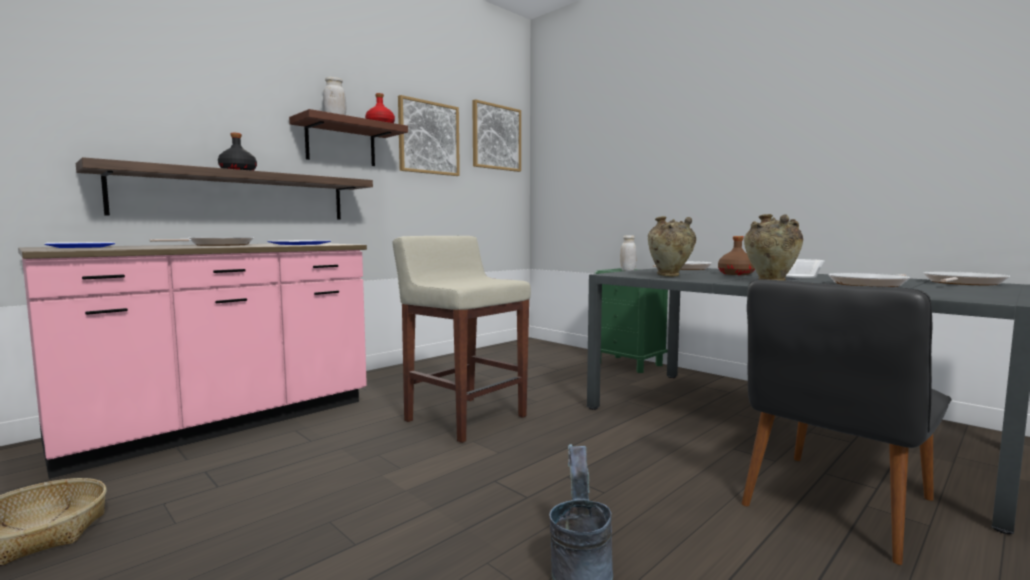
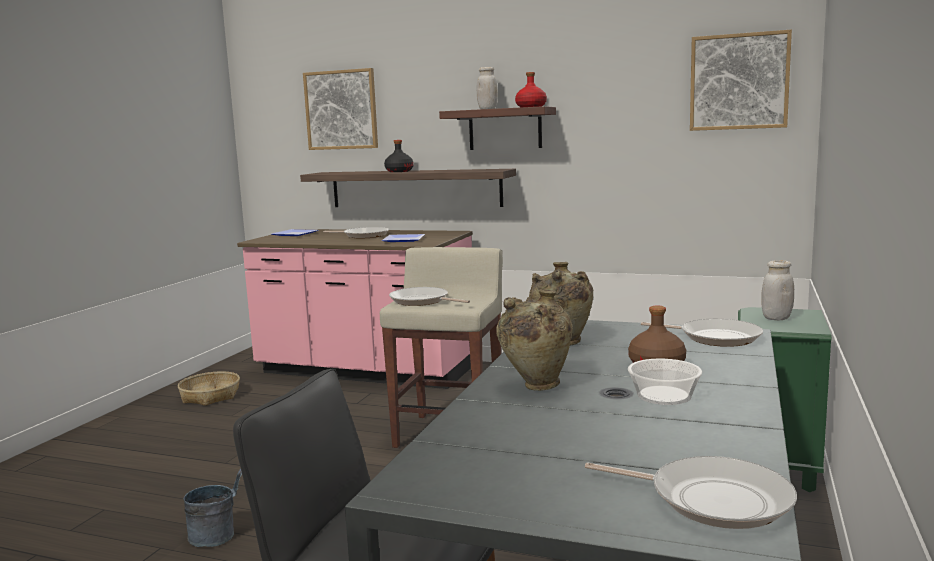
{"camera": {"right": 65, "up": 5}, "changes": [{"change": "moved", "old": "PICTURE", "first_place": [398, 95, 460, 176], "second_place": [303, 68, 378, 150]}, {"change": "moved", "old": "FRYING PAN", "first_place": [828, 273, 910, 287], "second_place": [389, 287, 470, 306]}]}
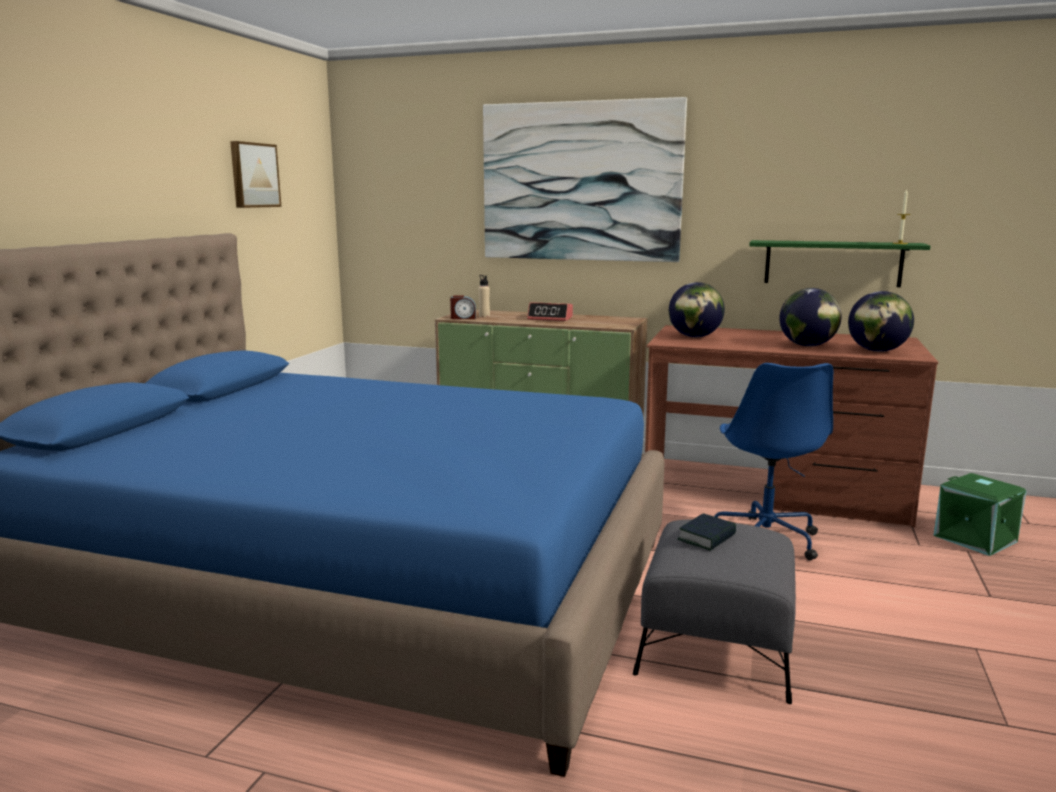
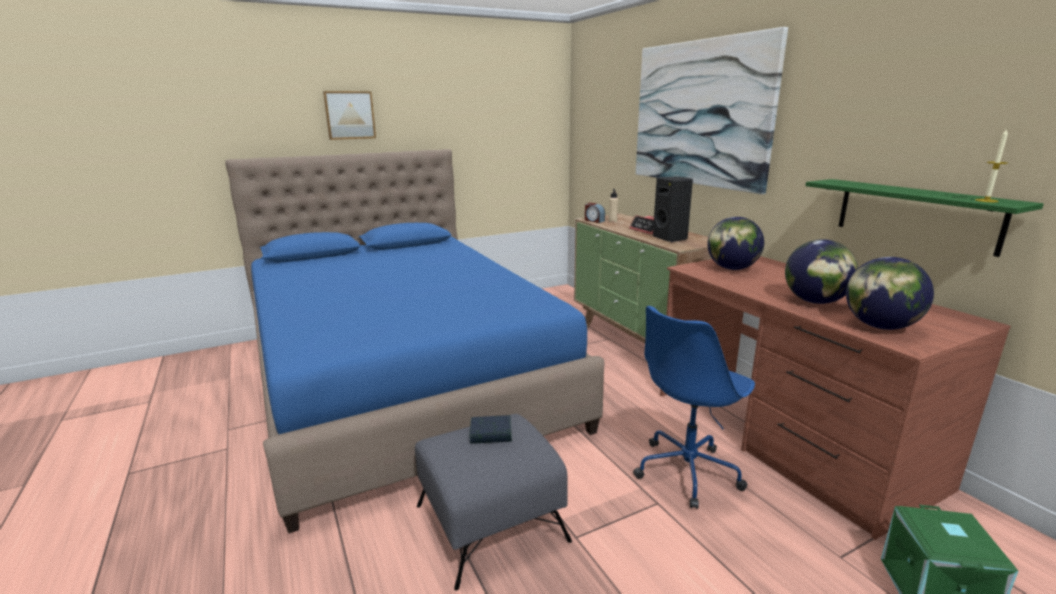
{"camera": {"right": 45, "up": 5}, "changes": [{"change": "added", "new": "BLACK SPEAKER", "second_place": [653, 177, 693, 242]}, {"change": "moved", "old": "PICTURE", "first_place": [230, 141, 281, 208], "second_place": [323, 91, 376, 140]}]}
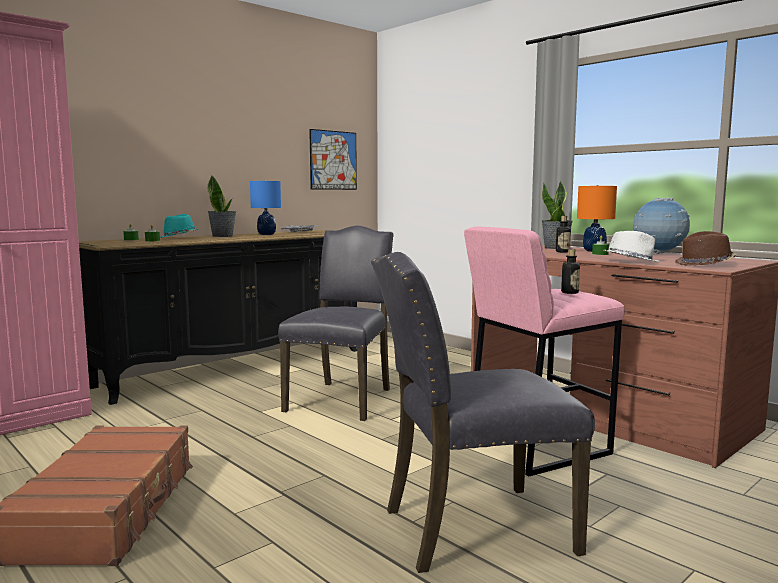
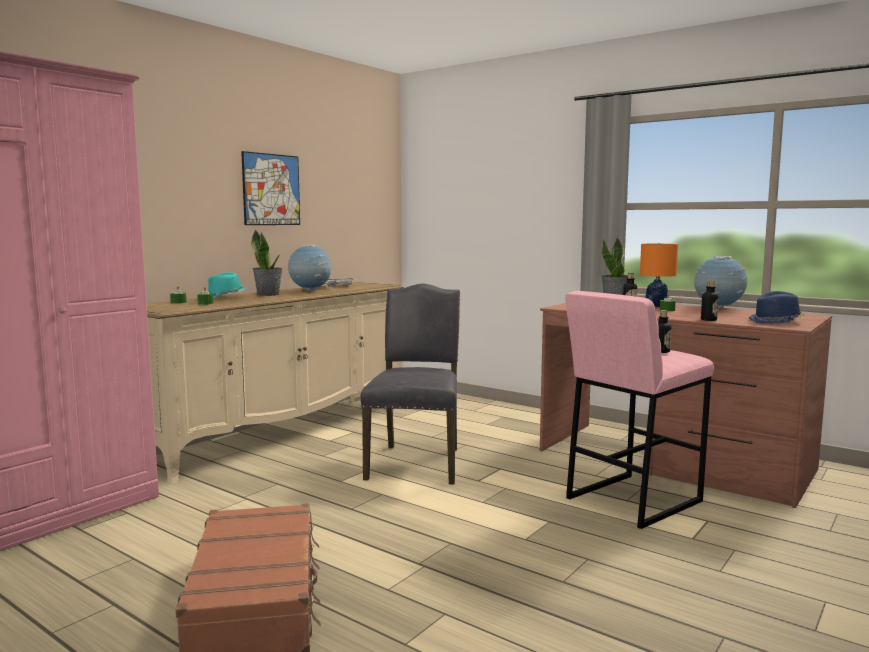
{"camera": {"right": -10, "up": 0}, "changes": [{"change": "removed", "old": "GREY CHAIR", "first_place": [371, 252, 595, 573]}, {"change": "moved", "old": "PICTURE", "first_place": [309, 129, 357, 190], "second_place": [241, 151, 300, 225]}, {"change": "replaced", "old": "BLUE TABLE LAMP", "new": "GLOBE", "first_place": [250, 180, 281, 235], "second_place": [287, 245, 332, 291]}, {"change": "replaced", "old": "WHITE HAT", "new": "BOTTLE", "first_place": [603, 231, 659, 262], "second_place": [701, 280, 719, 321]}, {"change": "recoloured", "old": "BLACK DRESSER", "new": "BEIGE DRESSER", "first_place": [79, 230, 357, 405], "second_place": [147, 282, 403, 484]}, {"change": "recoloured", "old": "BROWN HAT", "new": "BLUE HAT", "first_place": [675, 231, 736, 266], "second_place": [749, 291, 804, 324]}]}
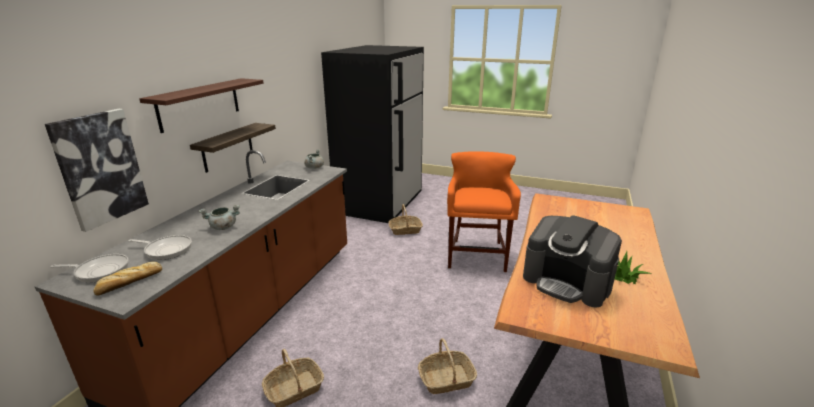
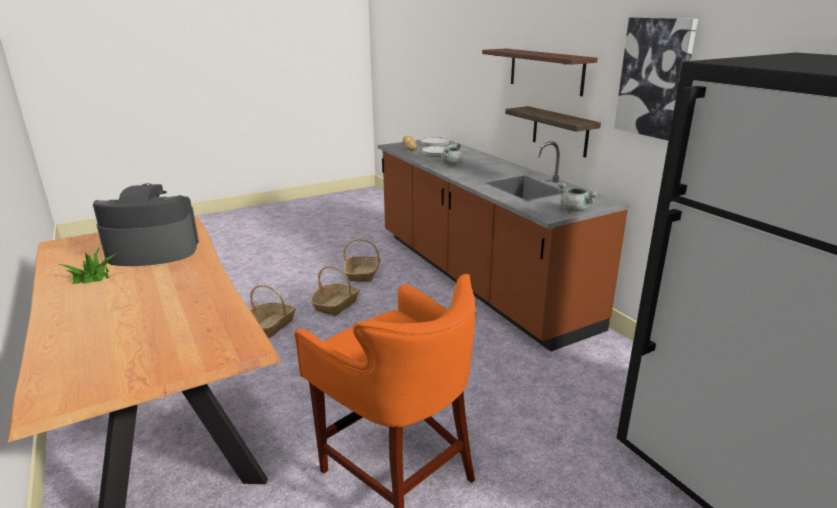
{"camera": {"right": 130, "up": 0}, "changes": [{"change": "moved", "old": "PICTURE", "first_place": [45, 109, 149, 232], "second_place": [614, 17, 698, 141]}, {"change": "moved", "old": "BASKET", "first_place": [388, 204, 423, 235], "second_place": [310, 266, 360, 316]}]}
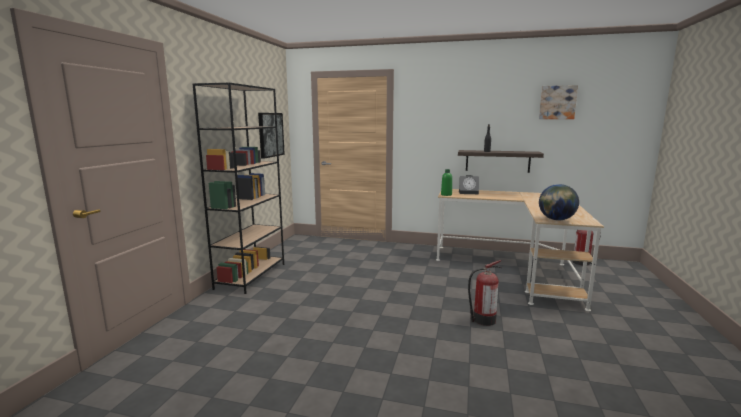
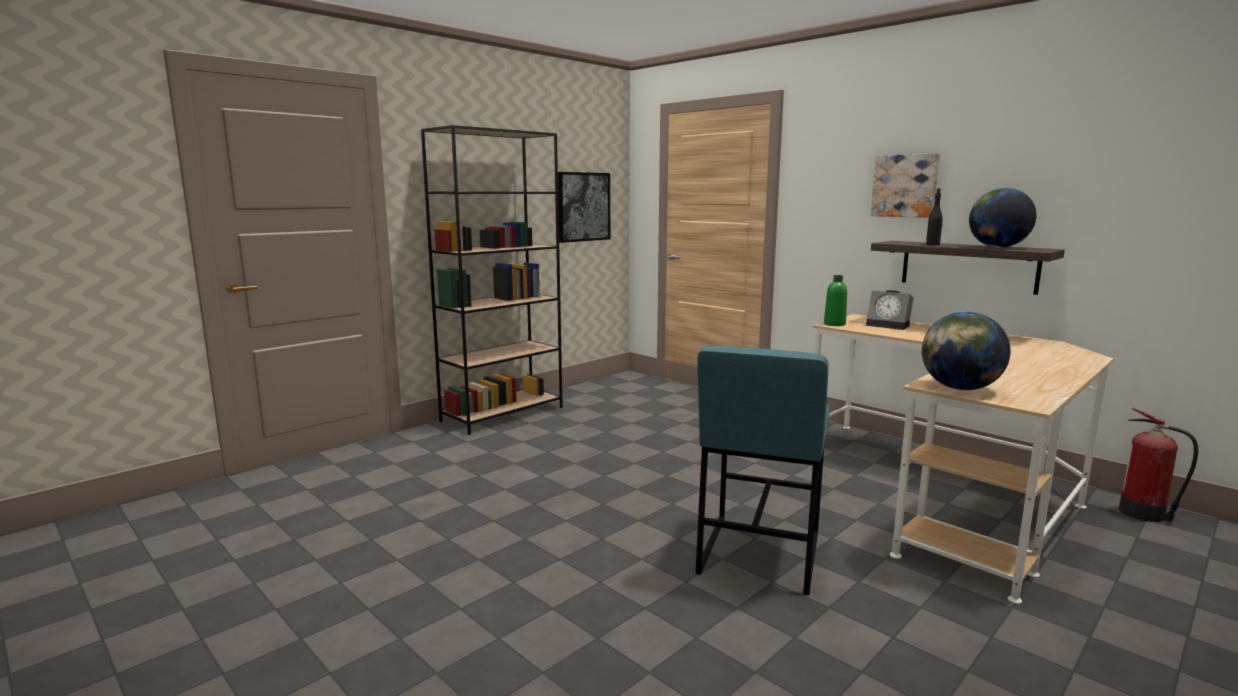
{"camera": {"right": 30, "up": 0}, "changes": [{"change": "added", "new": "GLOBE", "second_place": [969, 188, 1037, 248]}, {"change": "moved", "old": "PICTURE", "first_place": [539, 85, 578, 119], "second_place": [871, 153, 940, 218]}, {"change": "replaced", "old": "FIRE EXTINGUISHER", "new": "BLUE STOOL", "first_place": [468, 260, 502, 326], "second_place": [696, 345, 829, 595]}]}
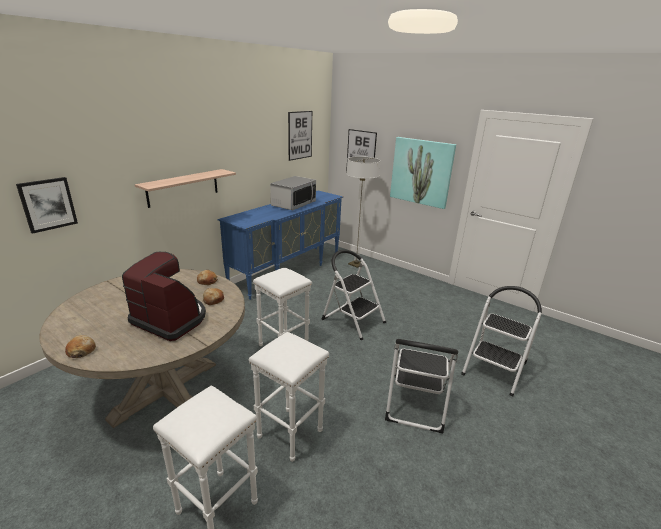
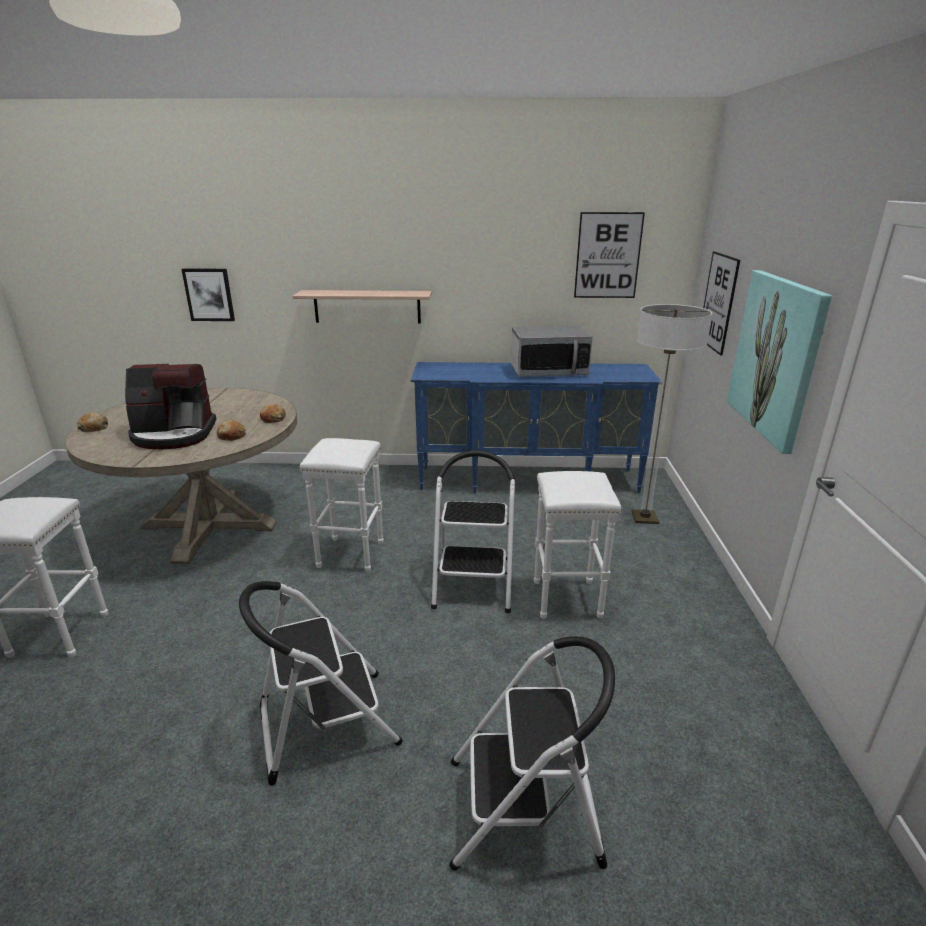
{"camera": {"right": 55, "up": 0}, "changes": [{"change": "moved", "old": "WHITE STOOL", "first_place": [249, 332, 329, 462], "second_place": [534, 471, 621, 619]}, {"change": "turned", "old": "COFFEE MACHINE", "first_place": [122, 252, 206, 341], "second_place": [125, 364, 217, 449], "degrees": 90}]}
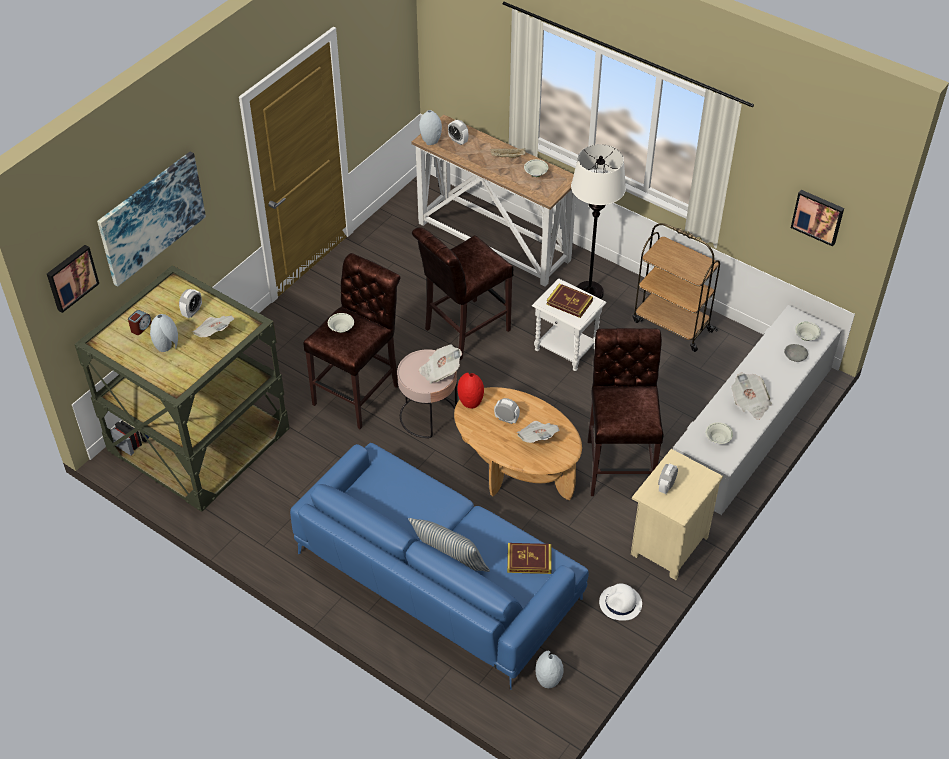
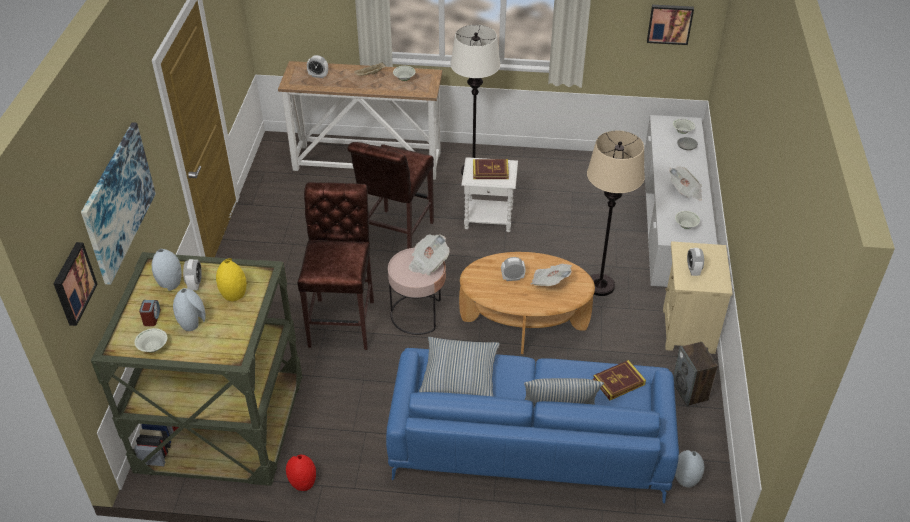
{"camera": {"right": -30, "up": -5}, "changes": [{"change": "removed", "old": "BROWN CART", "first_place": [632, 223, 720, 352]}, {"change": "added", "new": "PILLOW", "second_place": [419, 337, 500, 396]}, {"change": "moved", "old": "WHITE BOWL", "first_place": [328, 313, 354, 333], "second_place": [135, 328, 167, 353]}, {"change": "moved", "old": "GREY VASE", "first_place": [419, 110, 442, 145], "second_place": [152, 249, 182, 291]}, {"change": "moved", "old": "RED VASE", "first_place": [457, 373, 484, 408], "second_place": [286, 455, 316, 491]}, {"change": "replaced", "old": "NEWSPAPER", "new": "YELLOW VASE", "first_place": [193, 315, 235, 337], "second_place": [216, 258, 247, 301]}, {"change": "replaced", "old": "BROWN STOOL", "new": "BEIGE FLOOR LAMP", "first_place": [587, 328, 664, 496], "second_place": [587, 131, 645, 296]}, {"change": "replaced", "old": "WHITE HAT", "new": "SPEAKER", "first_place": [599, 584, 642, 621], "second_place": [673, 342, 718, 406]}]}
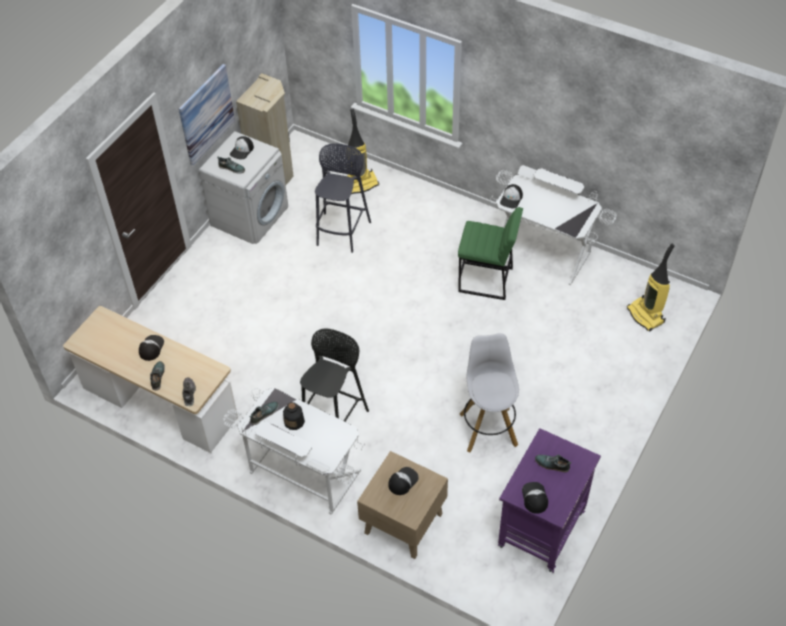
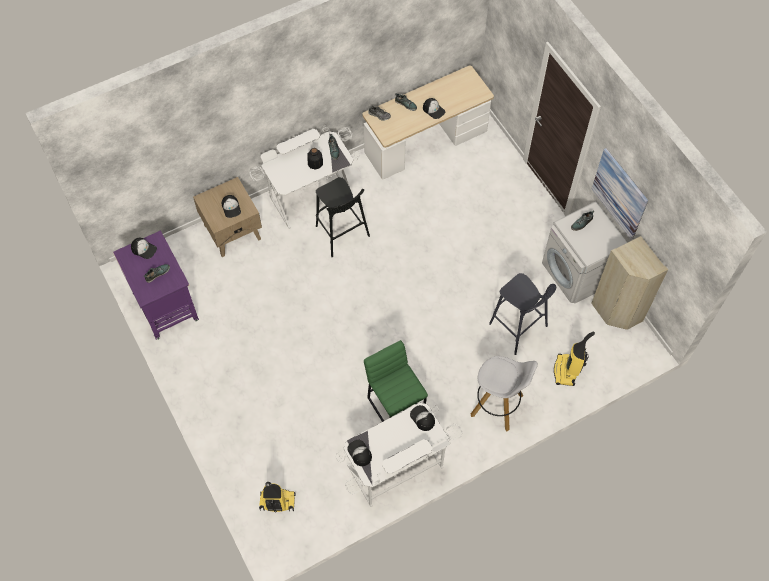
{"camera": {"right": 120, "up": 10}, "changes": [{"change": "moved", "old": "CAP", "first_place": [230, 136, 254, 159], "second_place": [347, 440, 372, 466]}, {"change": "moved", "old": "WHITE STOOL", "first_place": [460, 333, 519, 452], "second_place": [471, 356, 538, 431]}, {"change": "turned", "old": "GREEN CHAIR", "first_place": [458, 207, 523, 300], "second_place": [364, 340, 428, 422], "degrees": 105}]}
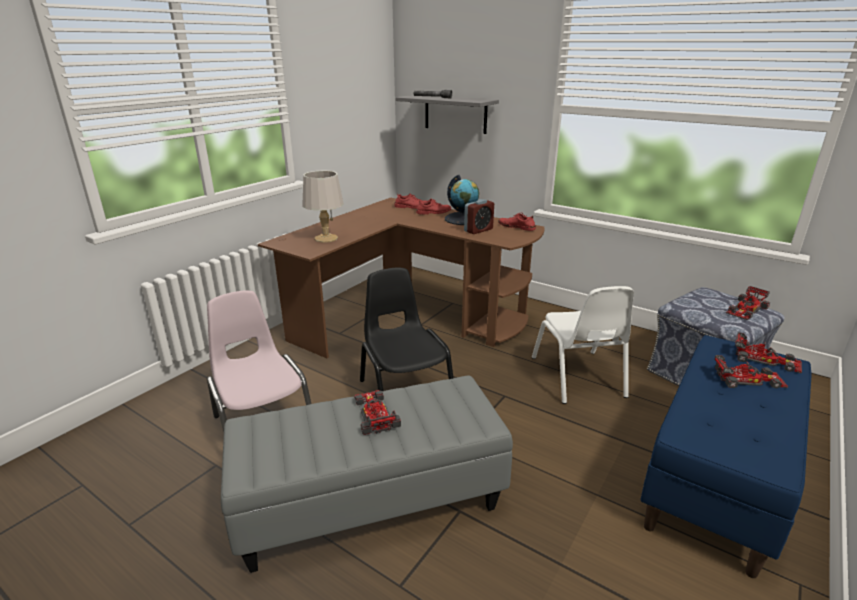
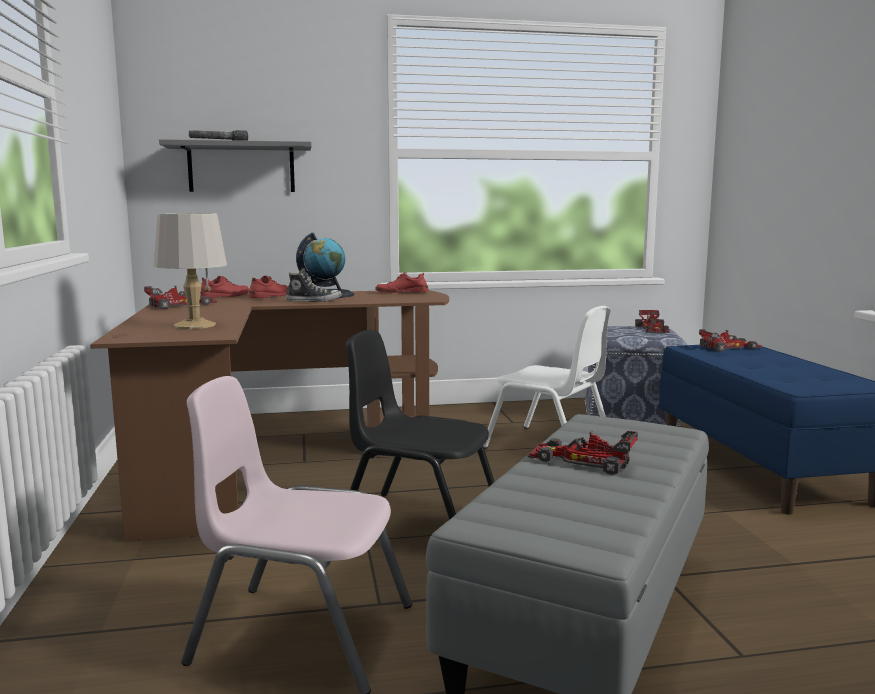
{"camera": {"right": -45, "up": -15}, "changes": [{"change": "removed", "old": "ALARM CLOCK", "first_place": [464, 199, 494, 234]}, {"change": "added", "new": "SHOE", "second_place": [286, 269, 342, 302]}, {"change": "moved", "old": "TOY CAR", "first_place": [714, 355, 788, 388], "second_place": [144, 286, 218, 309]}]}
